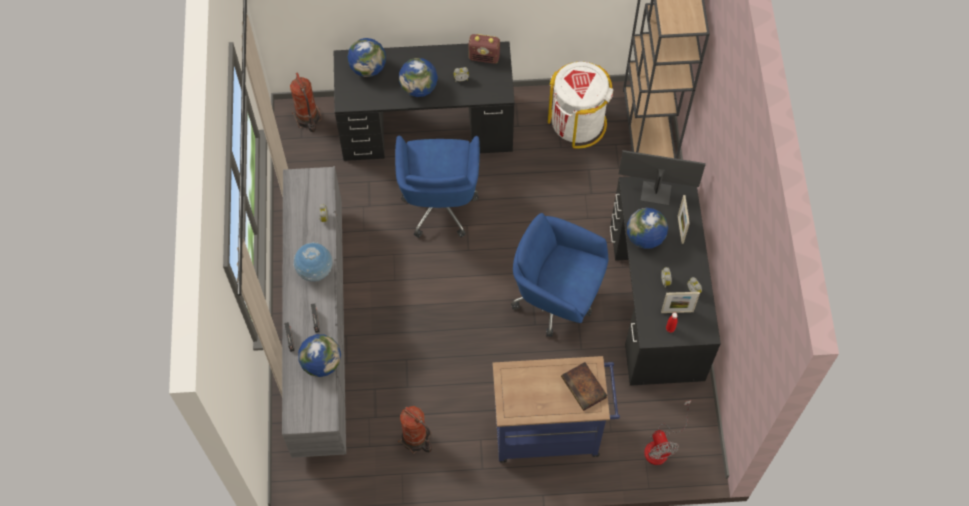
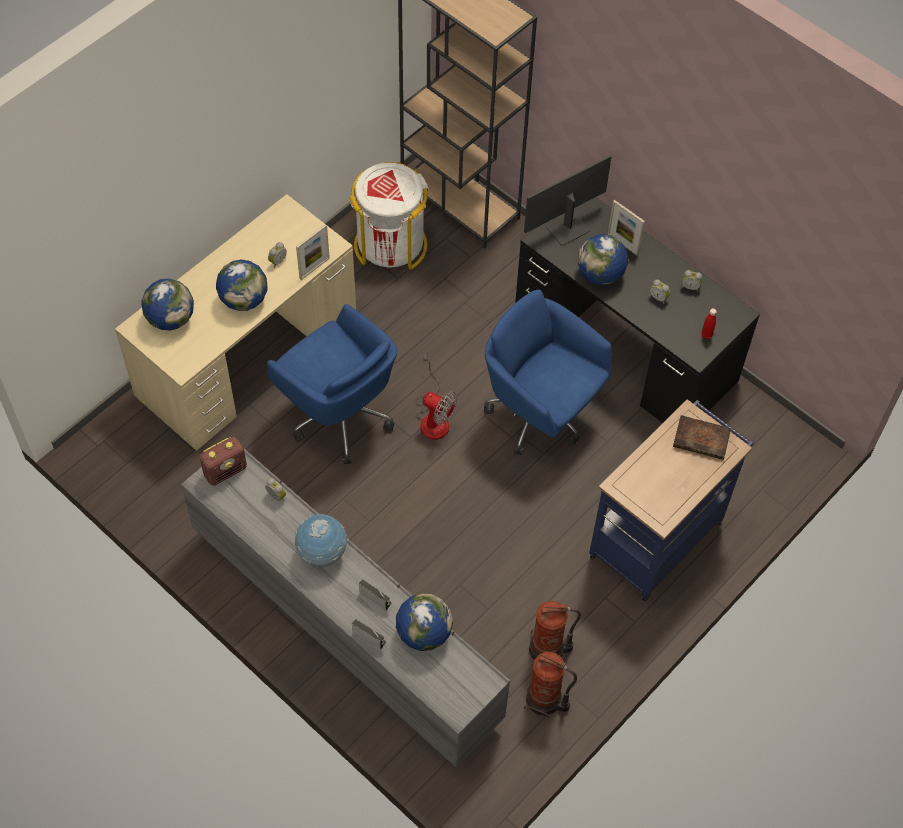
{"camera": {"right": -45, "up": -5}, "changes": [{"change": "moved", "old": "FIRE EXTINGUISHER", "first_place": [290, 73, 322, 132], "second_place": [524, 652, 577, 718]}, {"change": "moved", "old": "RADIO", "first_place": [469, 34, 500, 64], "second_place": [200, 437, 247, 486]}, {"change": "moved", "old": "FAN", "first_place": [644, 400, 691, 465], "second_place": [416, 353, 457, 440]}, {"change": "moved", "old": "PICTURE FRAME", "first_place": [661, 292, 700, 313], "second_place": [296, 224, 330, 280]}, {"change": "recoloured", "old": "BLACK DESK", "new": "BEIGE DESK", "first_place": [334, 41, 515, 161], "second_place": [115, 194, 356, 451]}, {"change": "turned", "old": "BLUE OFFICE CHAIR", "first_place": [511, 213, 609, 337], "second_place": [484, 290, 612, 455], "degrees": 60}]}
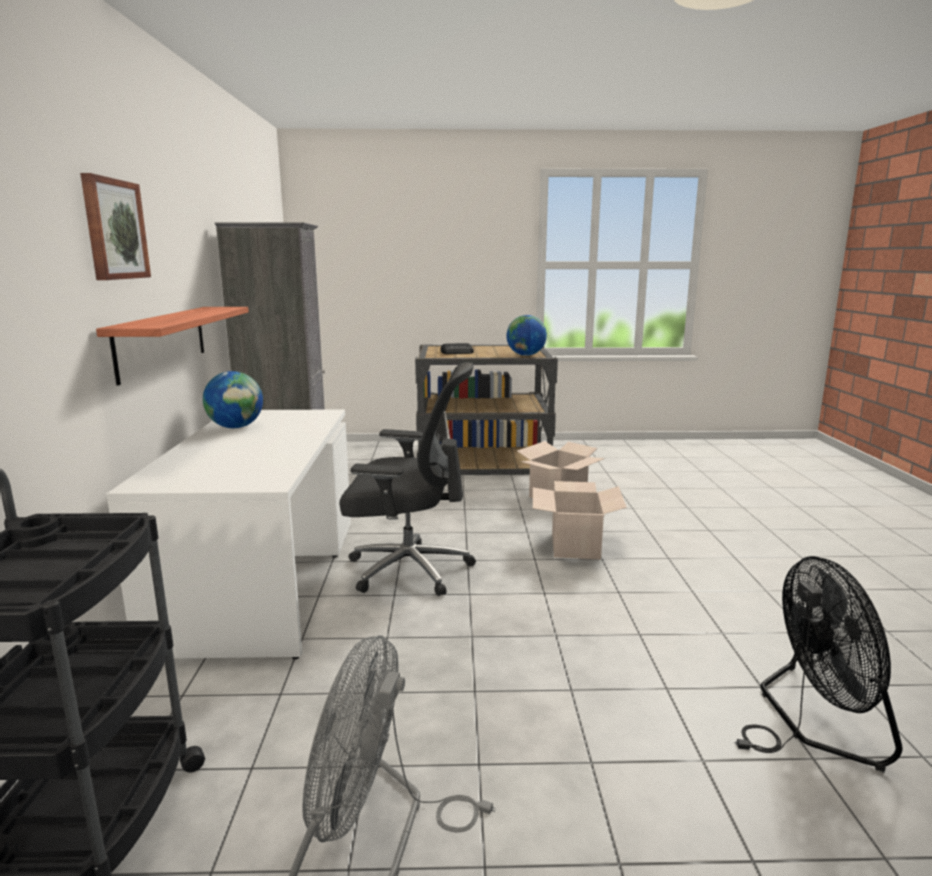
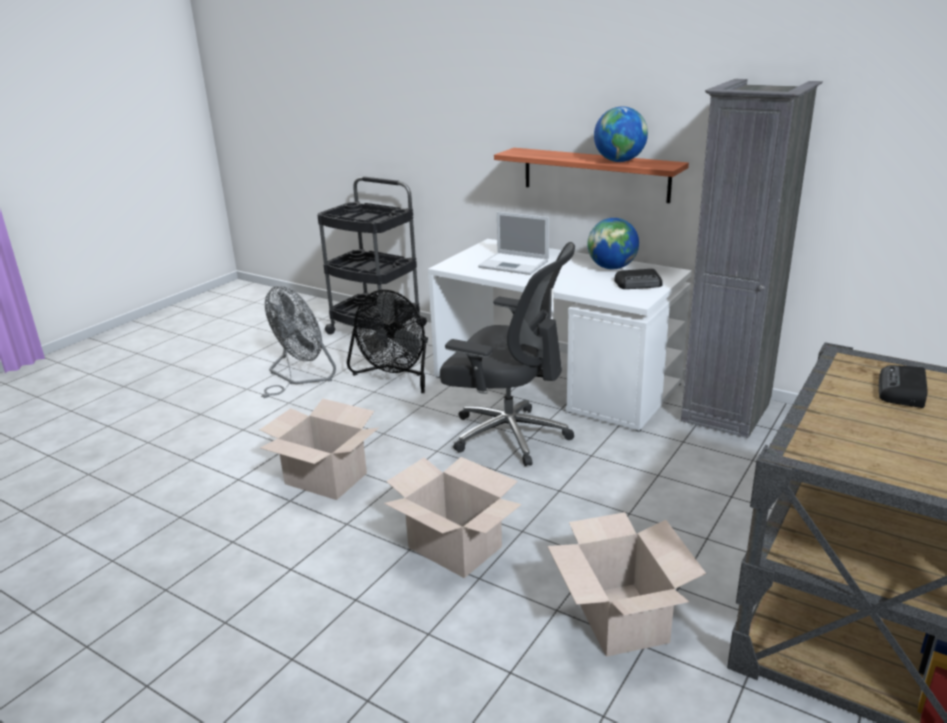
{"camera": {"right": 125, "up": 10}, "changes": [{"change": "removed", "old": "PICTURE", "first_place": [80, 173, 151, 280]}, {"change": "added", "new": "CARDBOARD BOX", "second_place": [260, 399, 379, 500]}, {"change": "added", "new": "LAPTOP", "second_place": [478, 212, 549, 275]}, {"change": "added", "new": "RADIO", "second_place": [614, 269, 662, 289]}, {"change": "moved", "old": "GLOBE", "first_place": [506, 315, 547, 356], "second_place": [594, 106, 648, 162]}, {"change": "moved", "old": "BLACK FAN", "first_place": [734, 556, 903, 772], "second_place": [347, 290, 428, 393]}, {"change": "turned", "old": "OFFICE CHAIR", "first_place": [339, 362, 476, 596], "second_place": [440, 242, 575, 466], "degrees": -105}]}
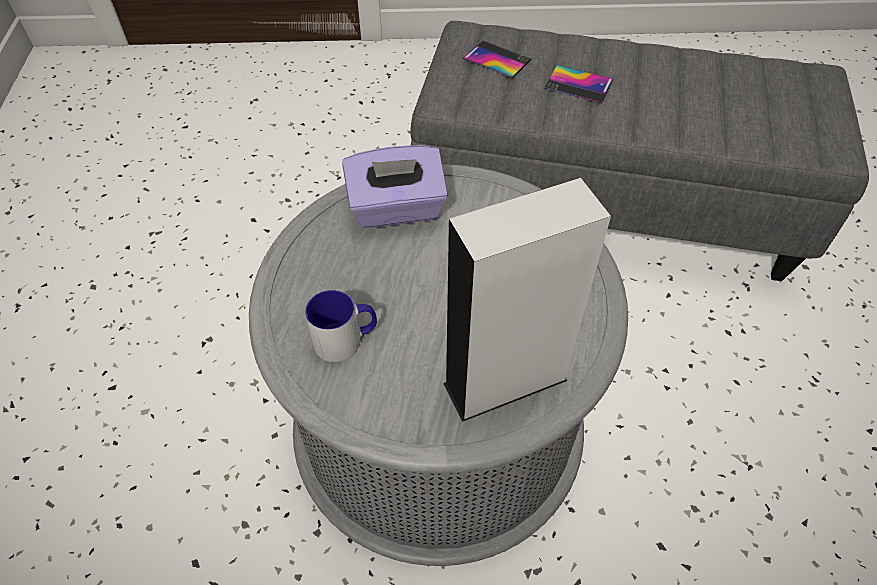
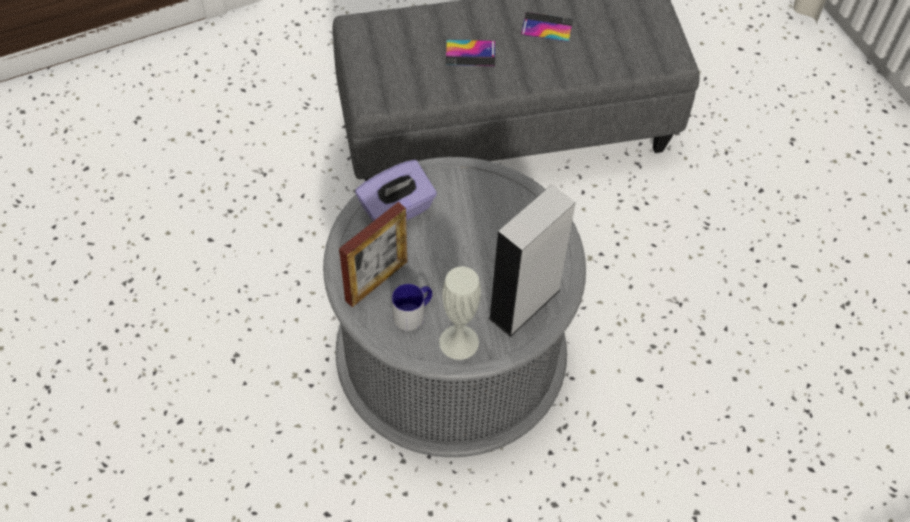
{"camera": {"right": -25, "up": 5}, "changes": [{"change": "added", "new": "PICTURE FRAME", "second_place": [339, 202, 407, 307]}, {"change": "added", "new": "WHITE VASE", "second_place": [439, 266, 481, 360]}, {"change": "moved", "old": "PHONE", "first_place": [463, 41, 532, 78], "second_place": [521, 12, 573, 42]}]}
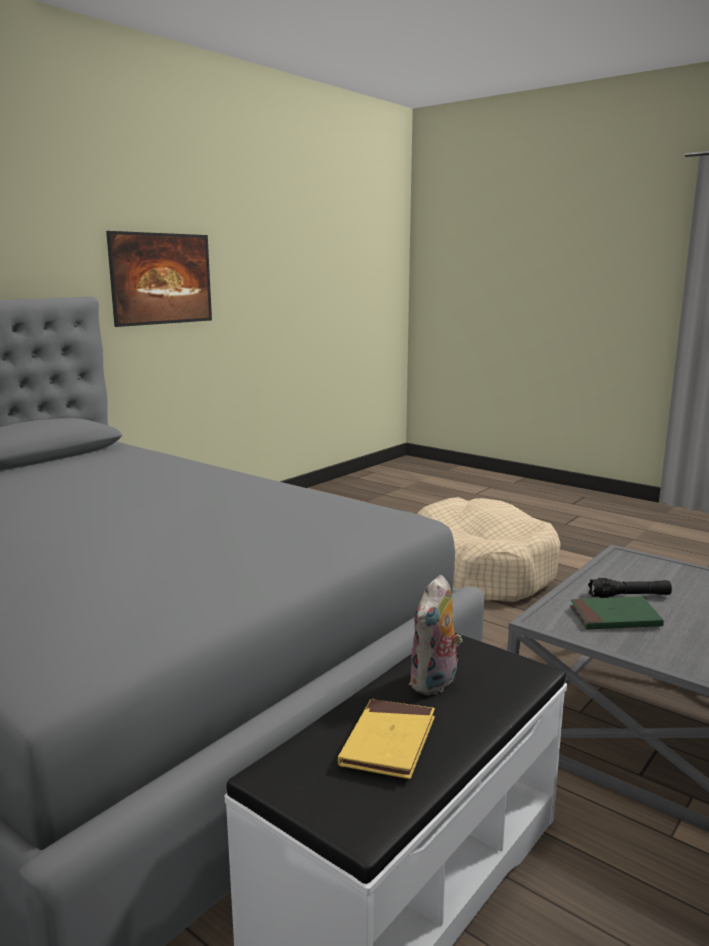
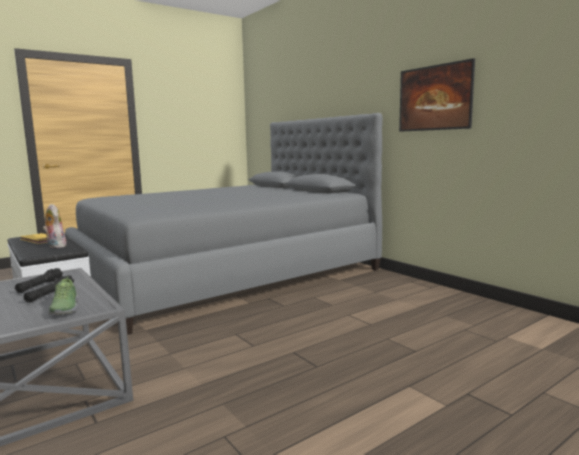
{"camera": {"right": 105, "up": -5}, "changes": [{"change": "removed", "old": "BEIGE DOG BED", "first_place": [417, 497, 561, 602]}, {"change": "added", "new": "SHOE", "second_place": [48, 277, 78, 315]}, {"change": "replaced", "old": "GREEN BOOK", "new": "BLACK FLASHLIGHT", "first_place": [570, 596, 664, 630], "second_place": [15, 268, 63, 293]}]}
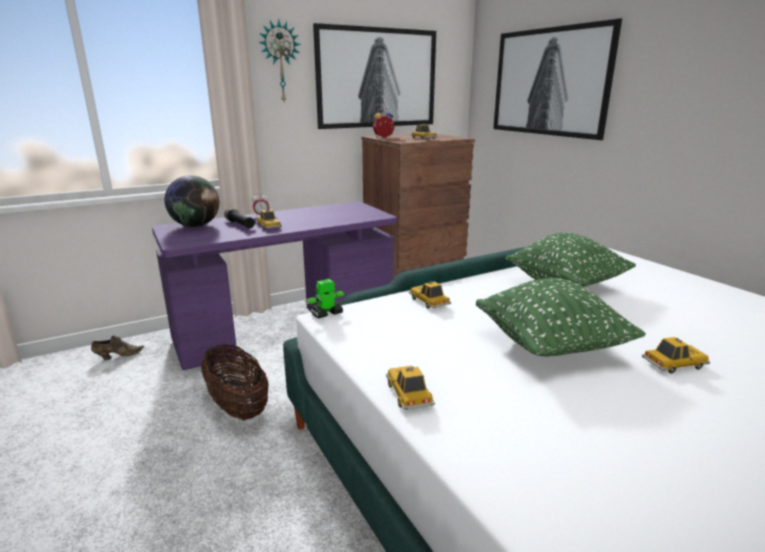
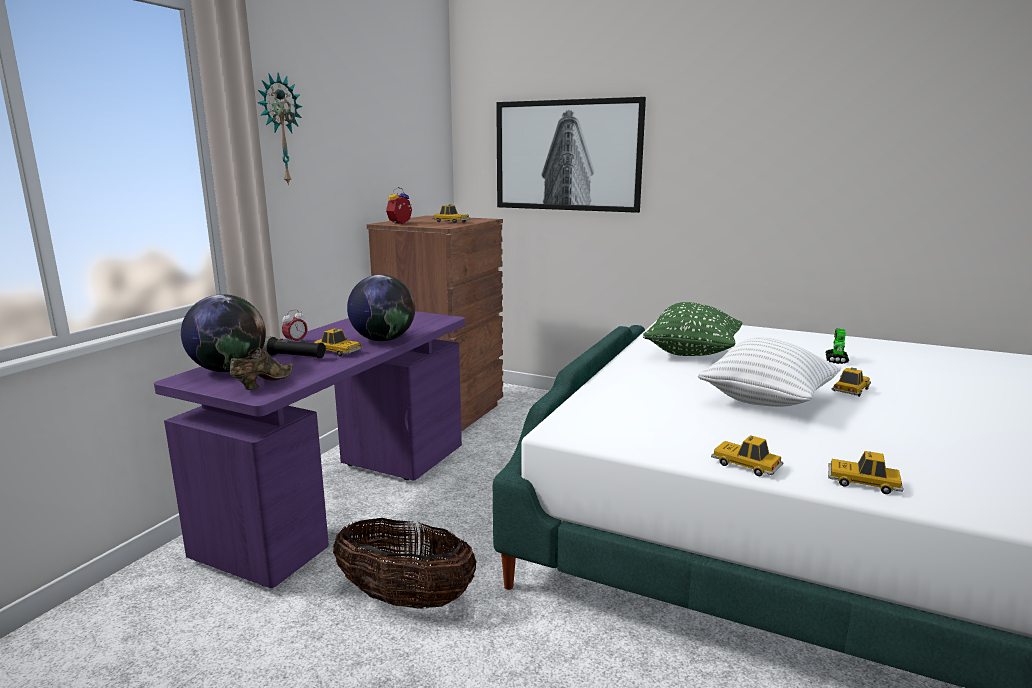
{"camera": {"right": -35, "up": -5}, "changes": [{"change": "removed", "old": "PICTURE", "first_place": [313, 23, 436, 129]}, {"change": "added", "new": "GLOBE", "second_place": [347, 275, 415, 341]}, {"change": "moved", "old": "BROWN SHOE", "first_place": [91, 336, 144, 360], "second_place": [230, 348, 293, 390]}, {"change": "moved", "old": "TOY ROBOT", "first_place": [305, 279, 345, 319], "second_place": [825, 329, 849, 364]}, {"change": "moved", "old": "TOY CAR", "first_place": [409, 281, 451, 309], "second_place": [828, 451, 903, 494]}, {"change": "recoloured", "old": "GREEN PILLOW", "new": "WHITE PILLOW", "first_place": [476, 278, 646, 356], "second_place": [698, 337, 841, 407]}]}
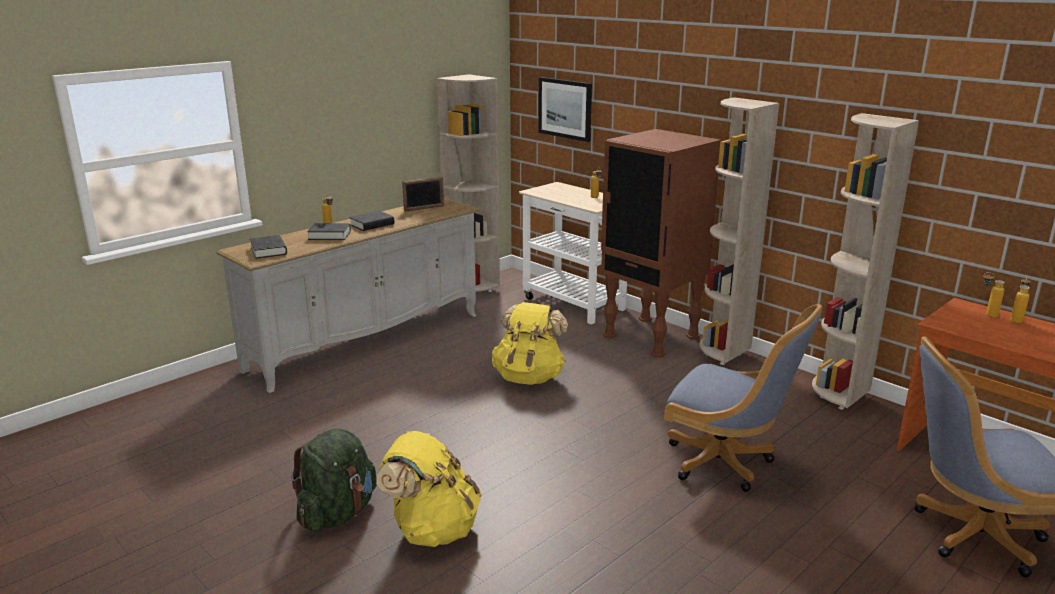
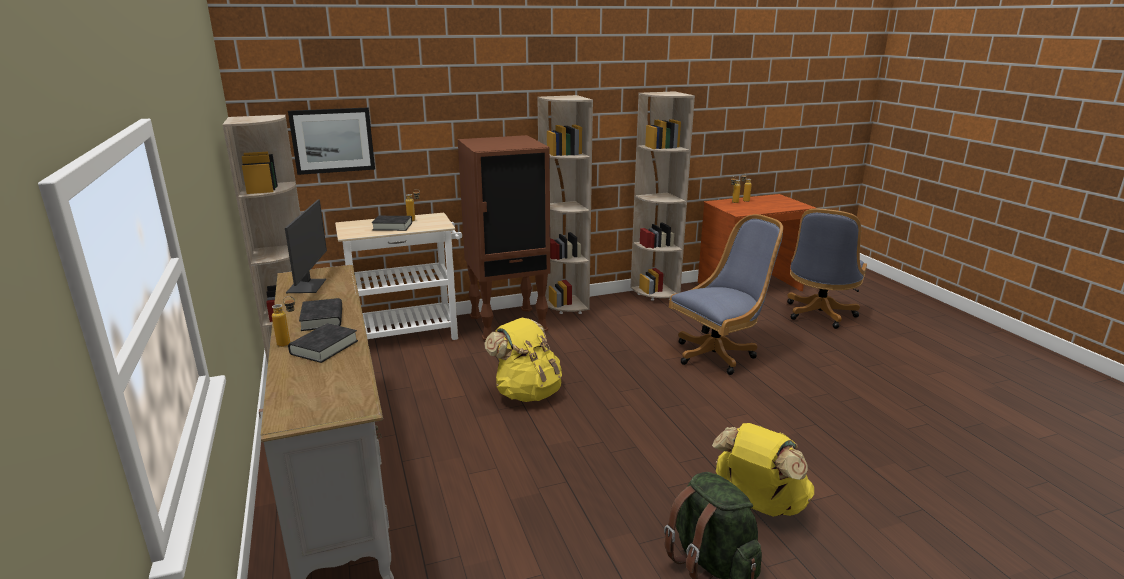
{"camera": {"right": -65, "up": 0}, "changes": [{"change": "moved", "old": "BLACK BOOK", "first_place": [250, 235, 287, 259], "second_place": [372, 216, 412, 231]}, {"change": "replaced", "old": "PICTURE FRAME", "new": "MONITOR", "first_place": [402, 177, 444, 212], "second_place": [285, 200, 327, 293]}]}
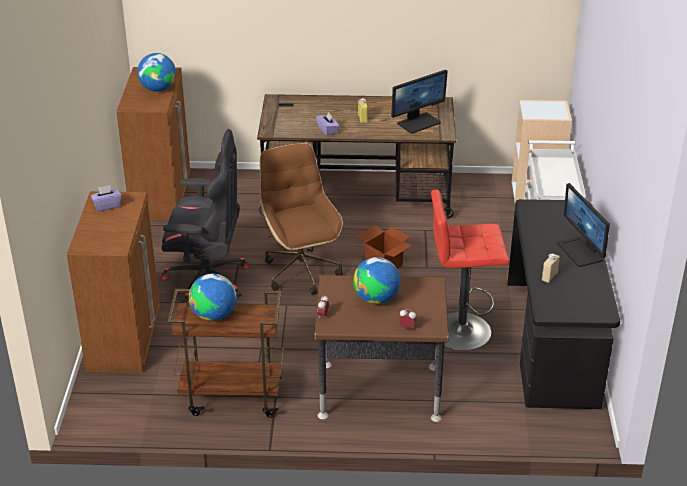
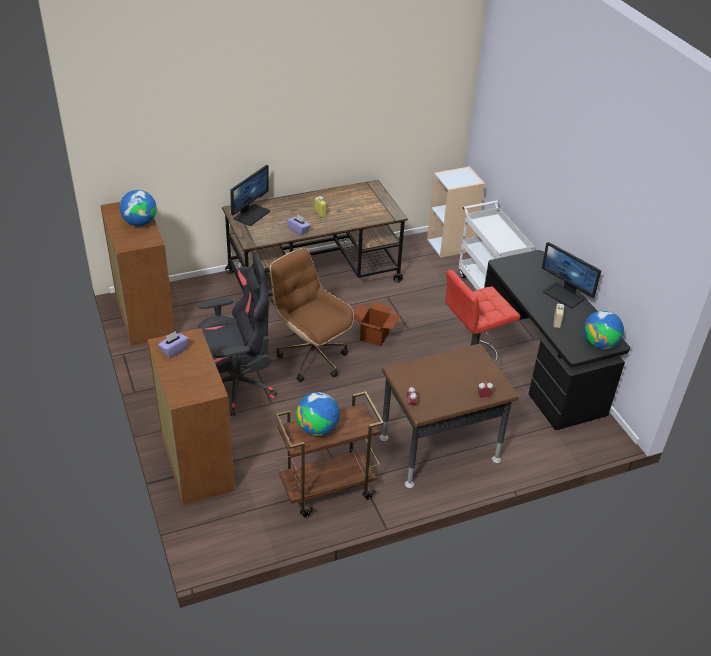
{"camera": {"right": -25, "up": 5}, "changes": [{"change": "moved", "old": "GLOBE", "first_place": [353, 257, 400, 304], "second_place": [583, 310, 624, 349]}, {"change": "moved", "old": "MONITOR", "first_place": [391, 70, 448, 134], "second_place": [230, 165, 270, 226]}]}
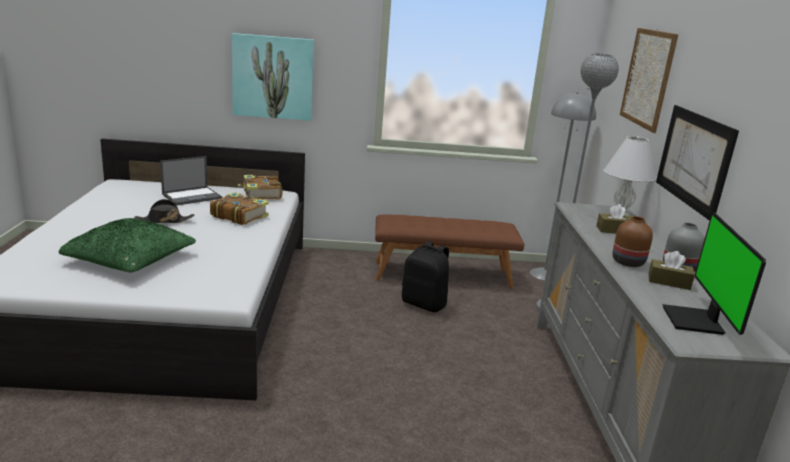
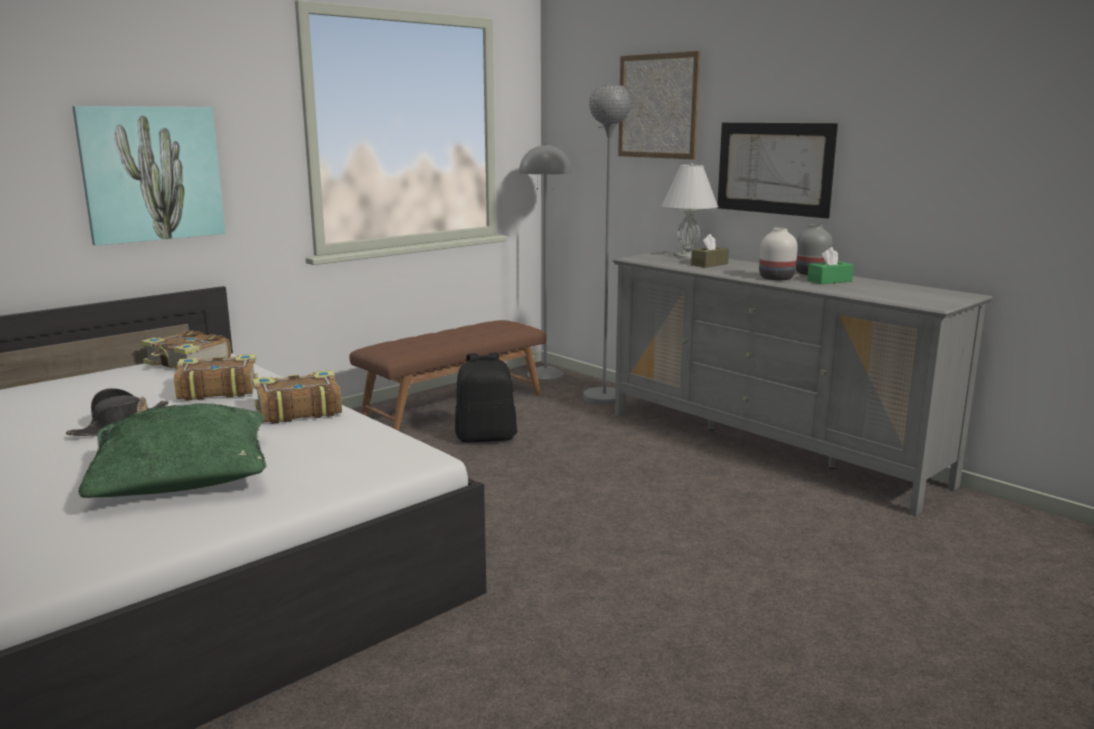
{"camera": {"right": -40, "up": -5}, "changes": [{"change": "removed", "old": "LAPTOP", "first_place": [160, 156, 222, 206]}, {"change": "removed", "old": "MONITOR", "first_place": [662, 213, 766, 335]}, {"change": "added", "new": "BOOK", "second_place": [253, 370, 342, 424]}, {"change": "recoloured", "old": "BROWN VASE", "new": "WHITE VASE", "first_place": [612, 216, 653, 267], "second_place": [759, 228, 798, 281]}, {"change": "recoloured", "old": "BROWN TISSUE BOX", "new": "GREEN TISSUE BOX", "first_place": [648, 251, 695, 290], "second_place": [807, 247, 854, 284]}]}
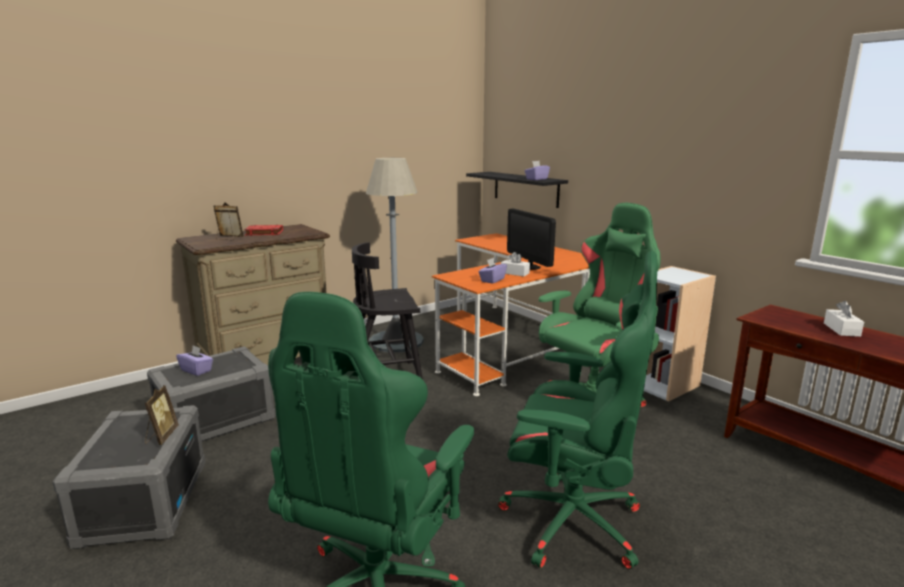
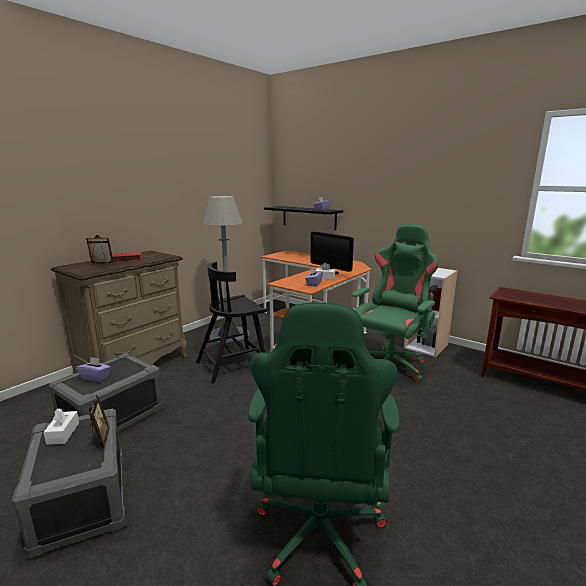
{"camera": {"right": -15, "up": 0}, "changes": [{"change": "removed", "old": "GREEN OFFICE CHAIR", "first_place": [498, 250, 657, 569]}, {"change": "moved", "old": "WHITE TISSUE BOX", "first_place": [824, 301, 864, 337], "second_place": [43, 408, 79, 445]}]}
